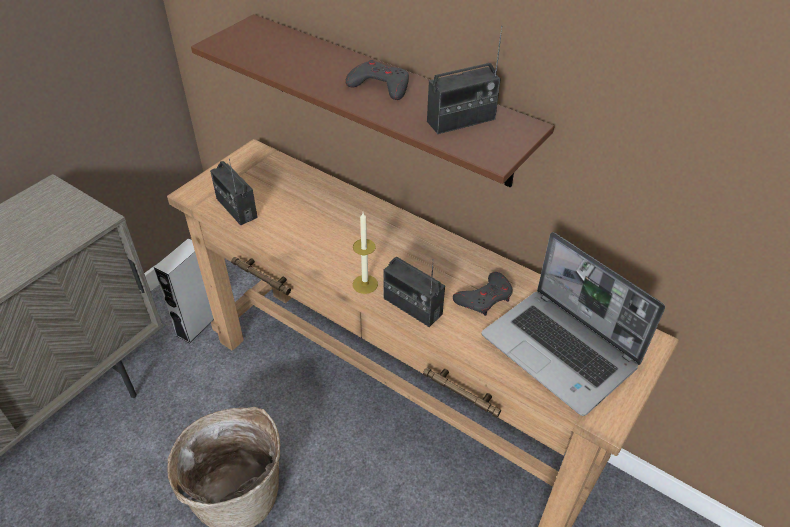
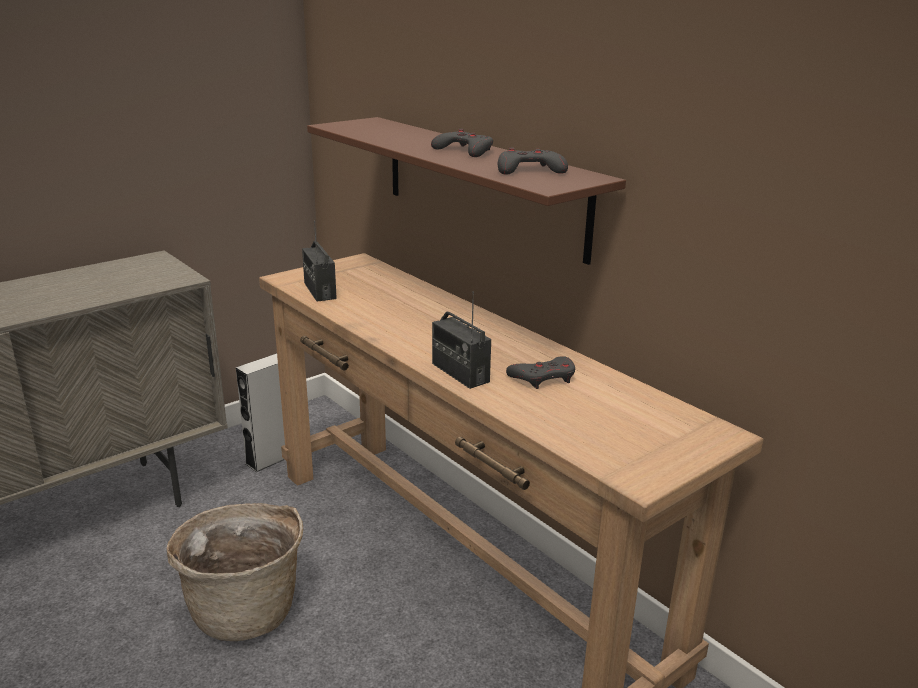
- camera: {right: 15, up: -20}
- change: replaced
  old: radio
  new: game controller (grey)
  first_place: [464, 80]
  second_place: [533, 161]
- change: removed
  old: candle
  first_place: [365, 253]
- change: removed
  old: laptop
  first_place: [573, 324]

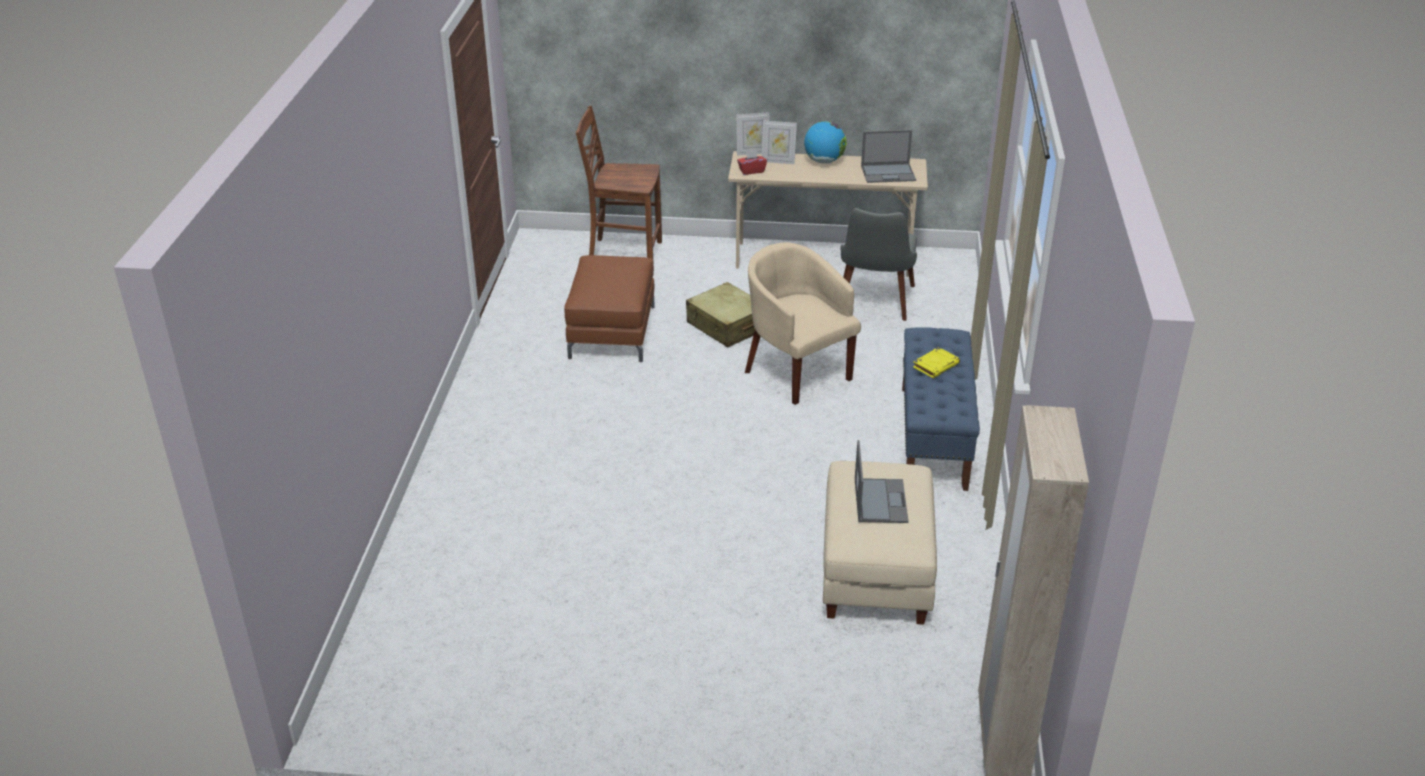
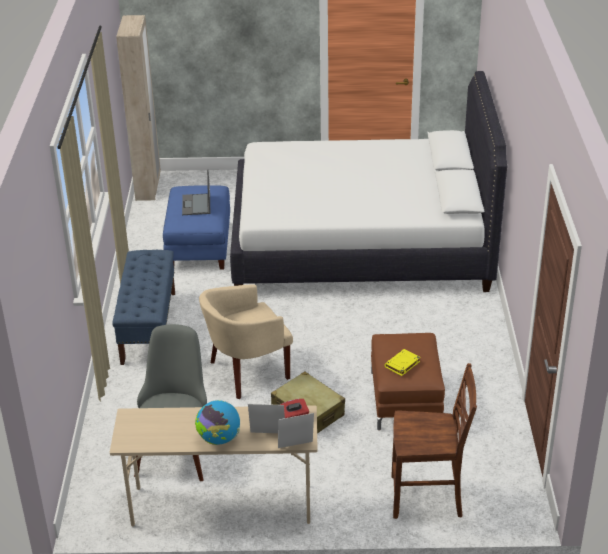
- camera: {right: 175, up: 0}
- change: recoloured
  old: ottoman (beige)
  new: ottoman (blue)
  first_place: [880, 543]
  second_place: [196, 227]
- change: turned
  old: armchair (beige)
  first_place: [803, 323]
  second_place: [246, 342]
  degrees: 105
- change: added
  new: bed (white)
  second_place: [368, 181]
- change: moved
  old: book (yellow)
  first_place: [936, 362]
  second_place: [402, 362]
- change: removed
  old: laptop
  first_place: [888, 156]

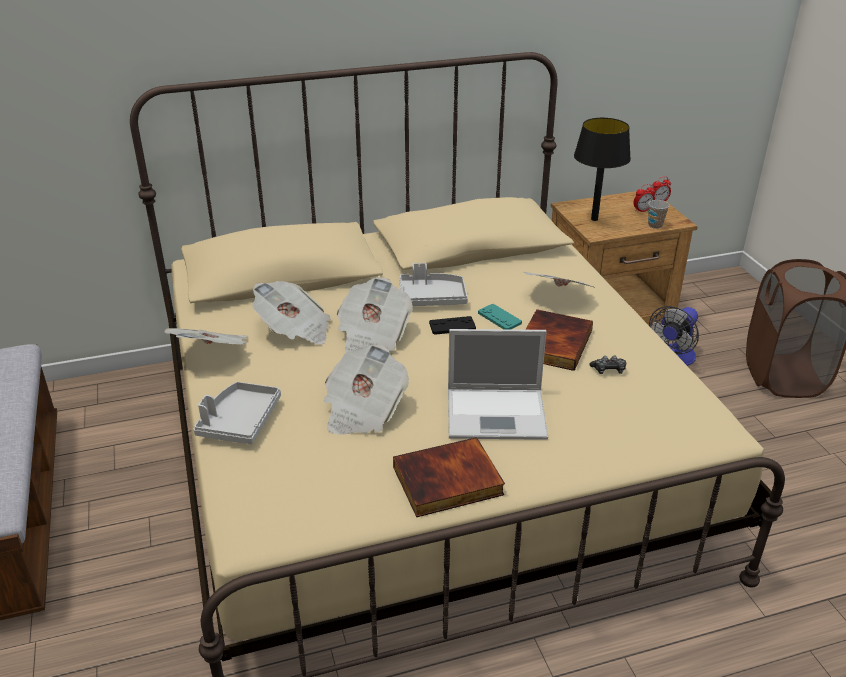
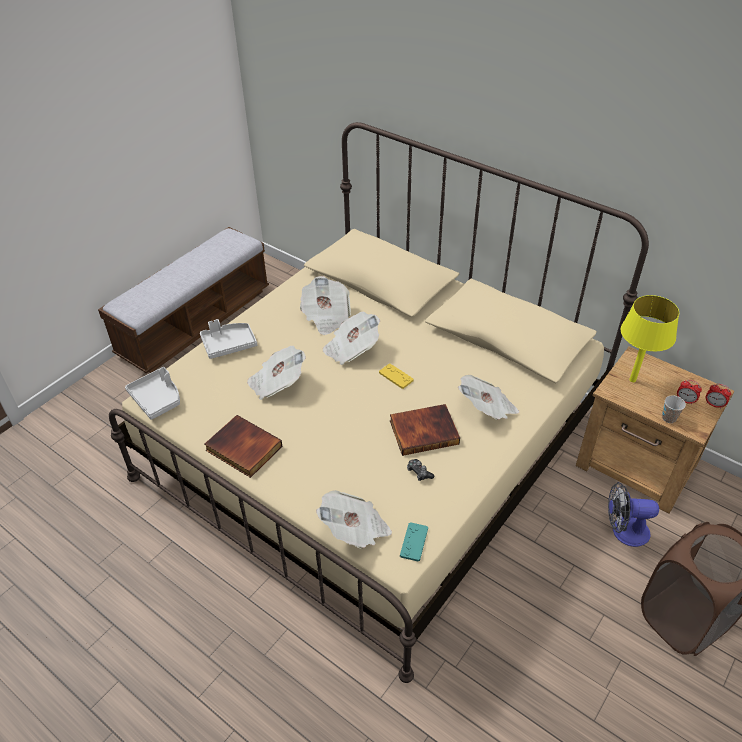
- camera: {right: 55, up: 10}
- change: moved
  old: tray (grey)
  first_place: [433, 284]
  second_place: [152, 393]
- change: moved
  old: newspaper
  first_place: [206, 336]
  second_place: [354, 519]
- change: recoloured
  old: game controller (black)
  new: game controller (yellow)
  first_place: [452, 325]
  second_place: [396, 376]
- change: moved
  old: game controller (turquoise)
  first_place: [500, 316]
  second_place: [414, 542]
- change: recoloured
  old: table lamp (black)
  new: table lamp (yellow)
  first_place: [602, 169]
  second_place: [650, 338]
- change: removed
  old: laptop
  first_place: [498, 384]

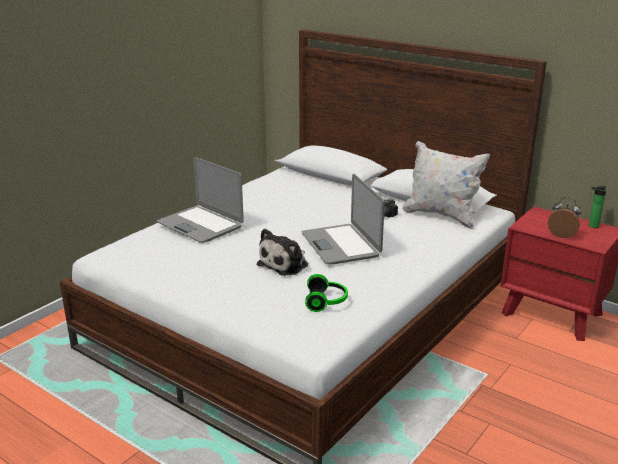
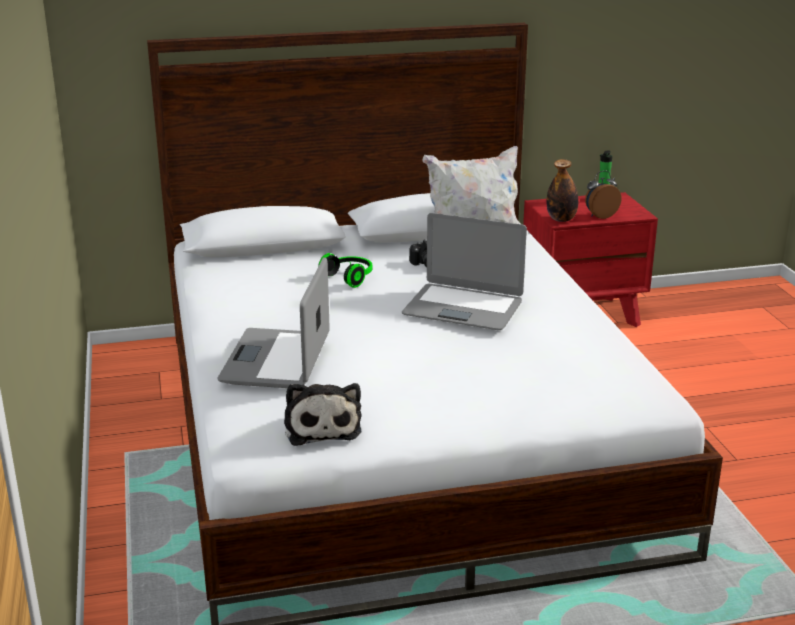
- camera: {right: -50, up: 0}
- change: turned
  old: laptop
  first_place: [200, 200]
  second_place: [274, 322]
  degrees: 105
- change: moved
  old: plush toy
  first_place: [282, 252]
  second_place: [322, 414]
- change: moved
  old: headphones
  first_place: [326, 293]
  second_place: [345, 270]
- change: added
  new: bottle
  second_place: [562, 190]

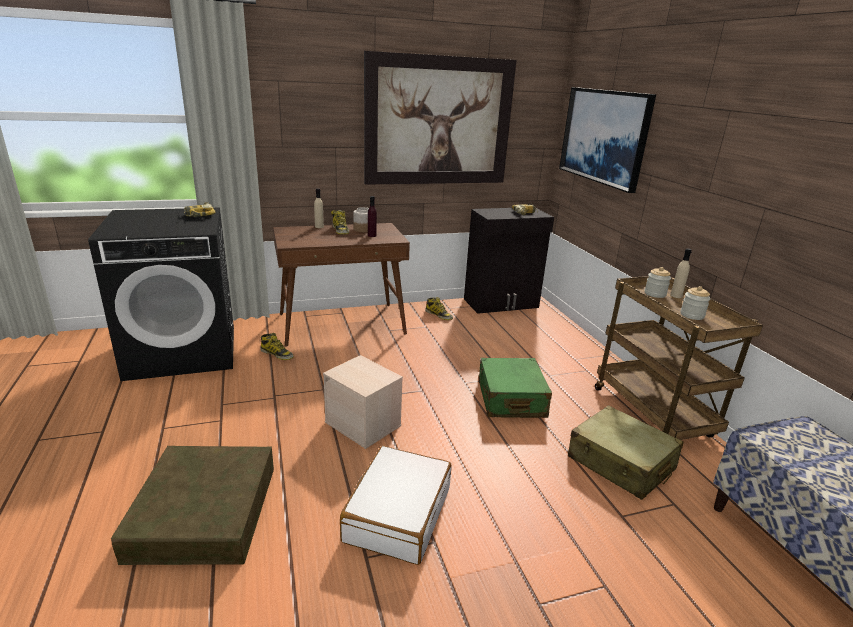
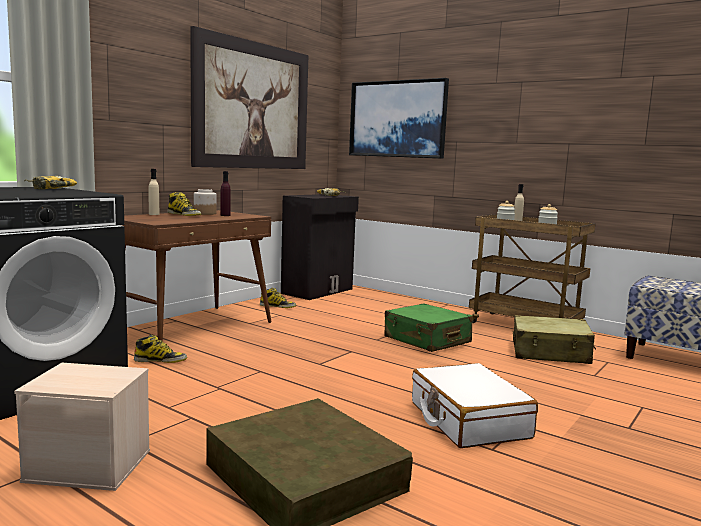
- camera: {right: -35, up: -15}
- change: moved
  old: storage box (beige)
  first_place: [363, 402]
  second_place: [82, 427]

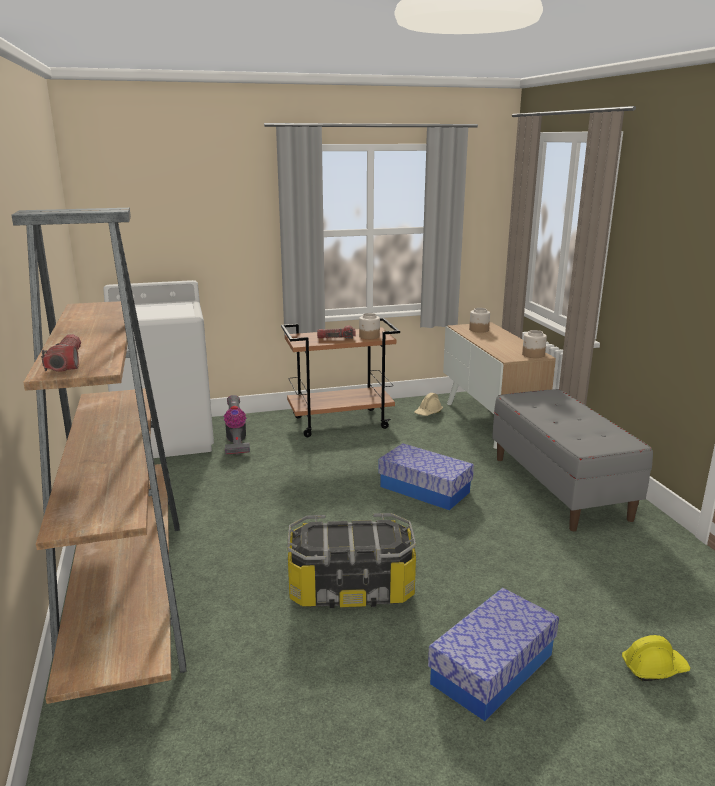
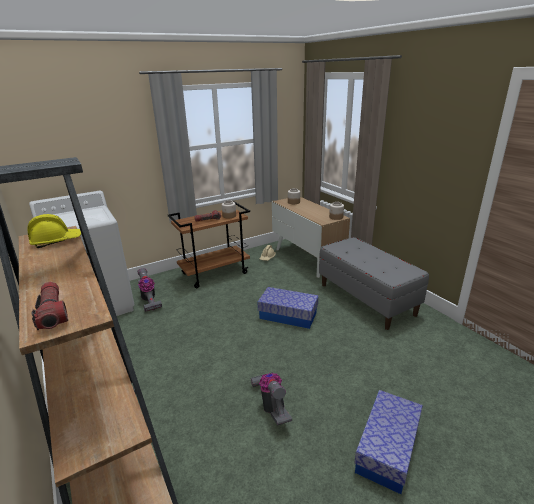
- camera: {right: -15, up: 5}
- change: moved
  old: hard hat (yellow)
  first_place: [656, 658]
  second_place: [54, 231]
- change: replaced
  old: storage box
  new: vacuum cleaner
  first_place: [351, 560]
  second_place: [271, 398]

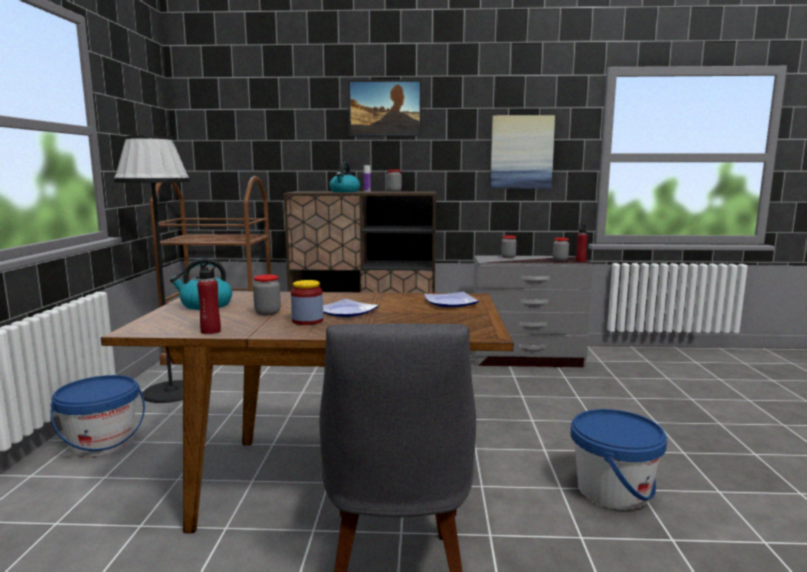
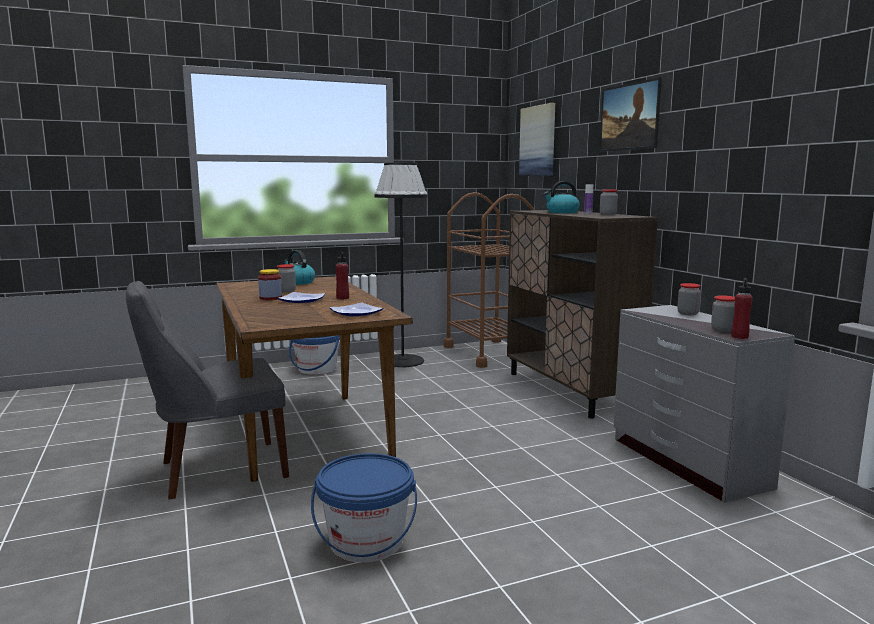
- camera: {right: 65, up: 0}
- change: moved
  old: bottle (red)
  first_place: [209, 297]
  second_place: [342, 275]
- change: moved
  old: picture
  first_place: [522, 152]
  second_place: [537, 139]

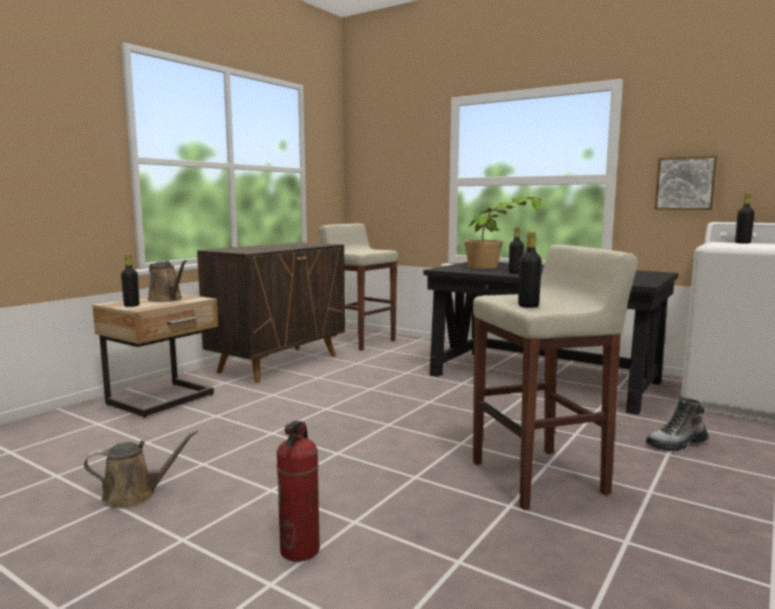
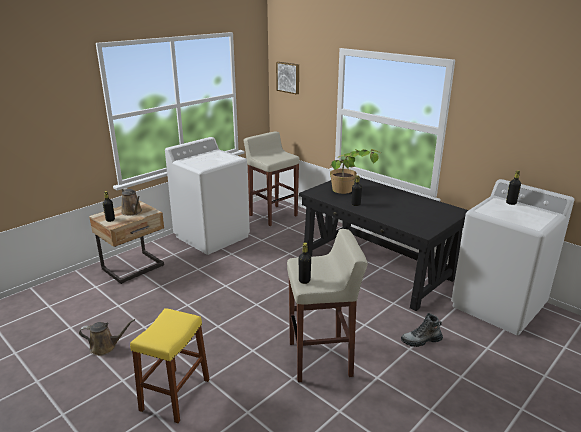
- camera: {right: 10, up: 15}
- change: replaced
  old: fire extinguisher
  new: stool (yellow)
  first_place: [298, 491]
  second_place: [170, 365]
- change: replaced
  old: cabinet (brown)
  new: washing machine (white)
  first_place: [271, 312]
  second_place: [207, 196]
- change: moved
  old: picture
  first_place: [686, 183]
  second_place: [287, 78]

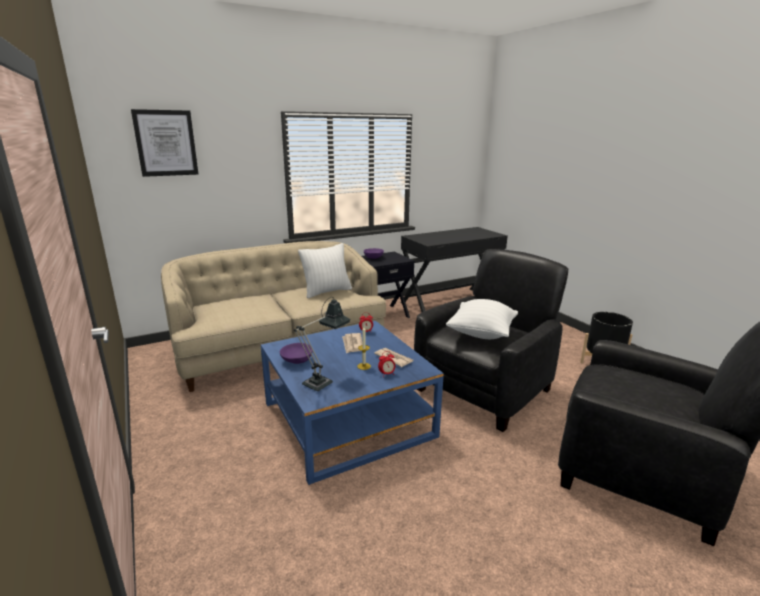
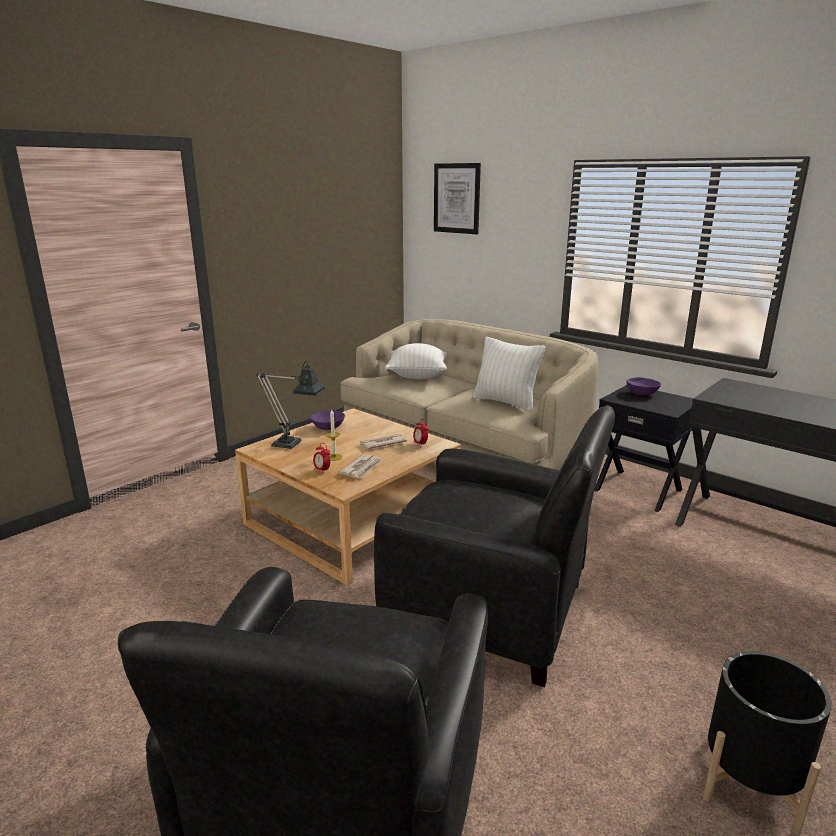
- camera: {right: 70, up: 0}
- change: recoloured
  old: coffee table (blue)
  new: coffee table (beige)
  first_place: [352, 403]
  second_place: [348, 497]
- change: moved
  old: pillow (white)
  first_place: [482, 319]
  second_place: [416, 361]

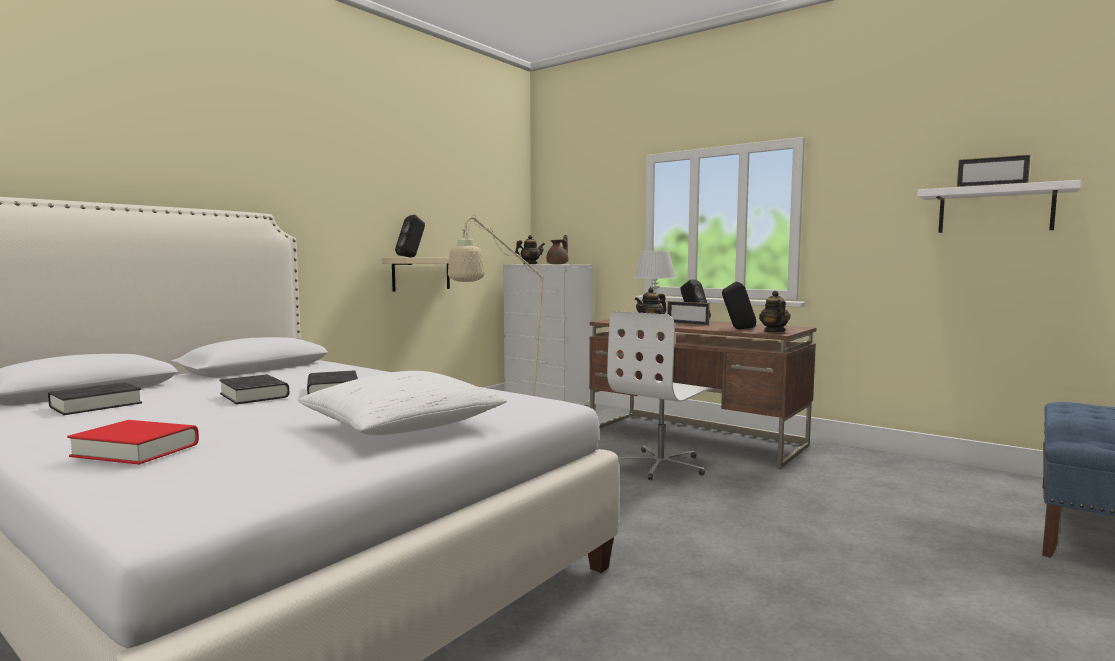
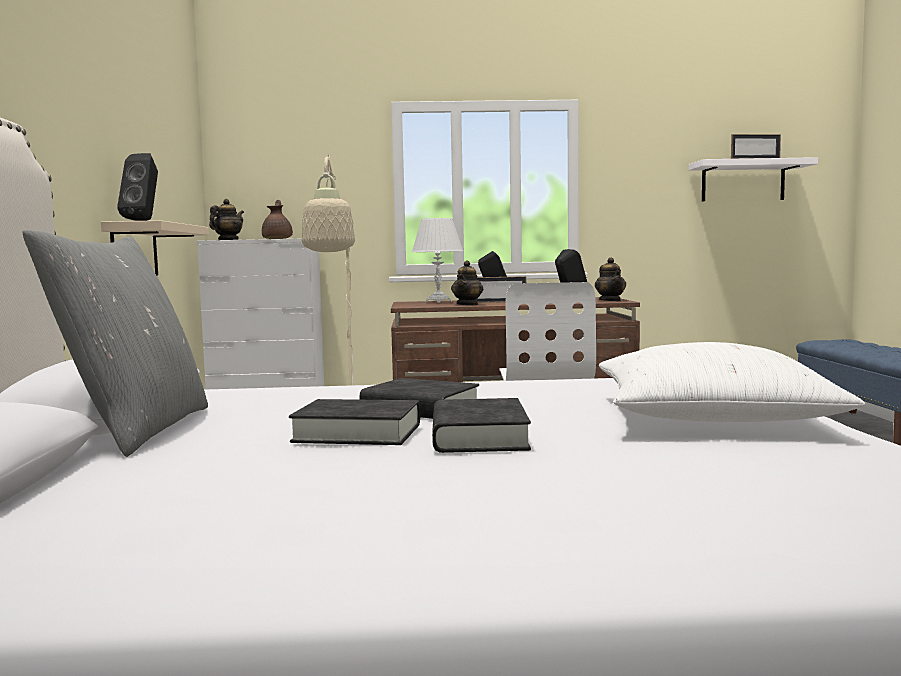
- camera: {right: -40, up: 0}
- change: added
  new: pillow (grey)
  second_place: [115, 343]
- change: moved
  old: book (black)
  first_place: [95, 398]
  second_place: [481, 425]
- change: turned
  old: teapot
  first_place: [774, 311]
  second_place: [610, 279]
  degrees: -150
- change: removed
  old: book (red)
  first_place: [133, 442]

